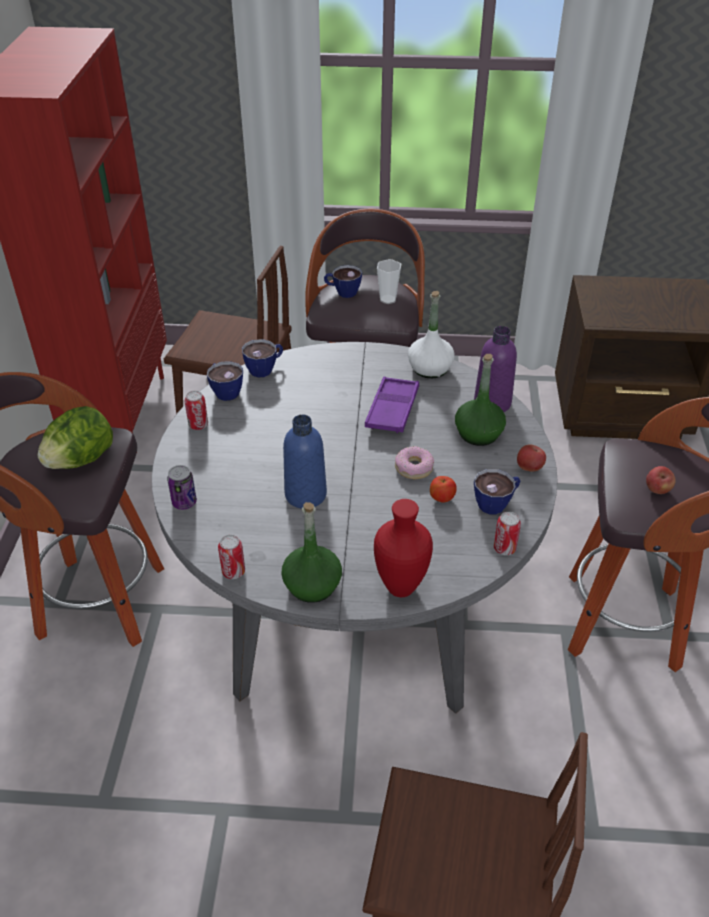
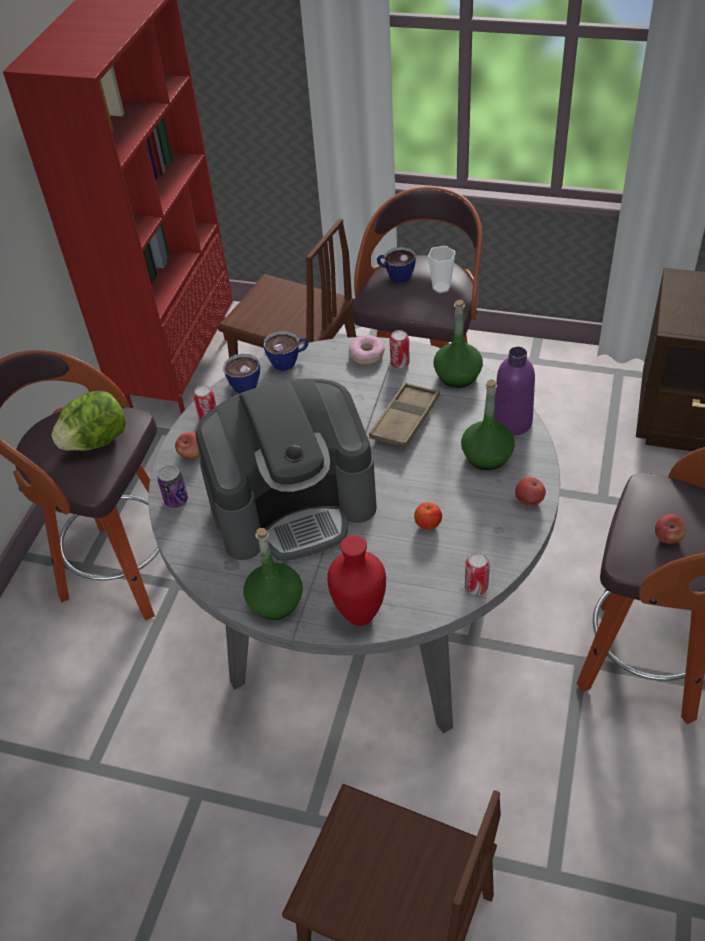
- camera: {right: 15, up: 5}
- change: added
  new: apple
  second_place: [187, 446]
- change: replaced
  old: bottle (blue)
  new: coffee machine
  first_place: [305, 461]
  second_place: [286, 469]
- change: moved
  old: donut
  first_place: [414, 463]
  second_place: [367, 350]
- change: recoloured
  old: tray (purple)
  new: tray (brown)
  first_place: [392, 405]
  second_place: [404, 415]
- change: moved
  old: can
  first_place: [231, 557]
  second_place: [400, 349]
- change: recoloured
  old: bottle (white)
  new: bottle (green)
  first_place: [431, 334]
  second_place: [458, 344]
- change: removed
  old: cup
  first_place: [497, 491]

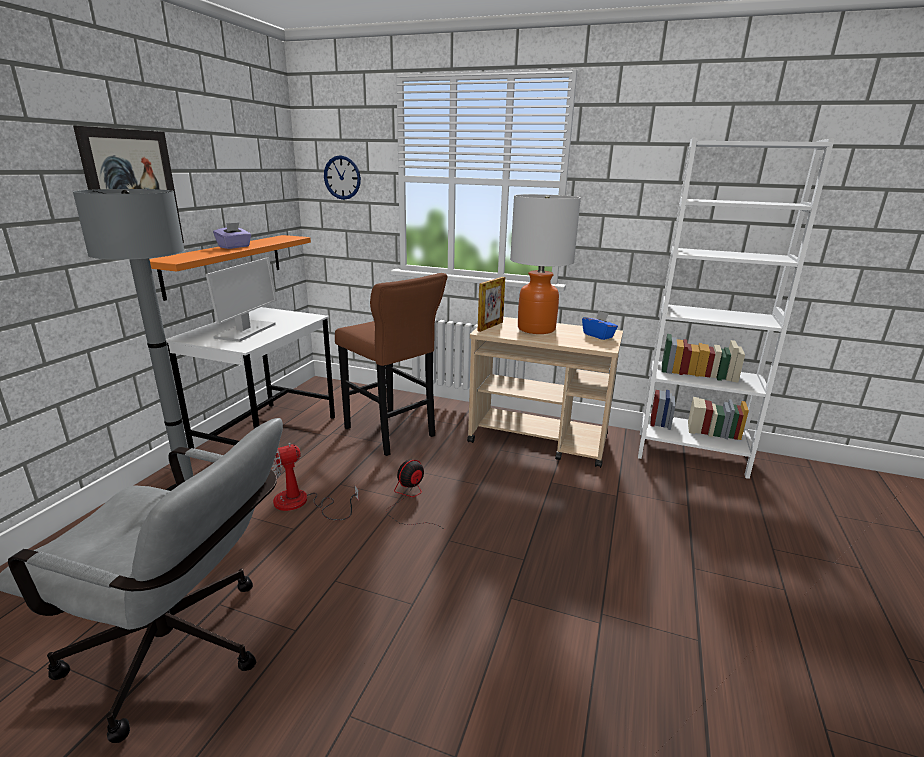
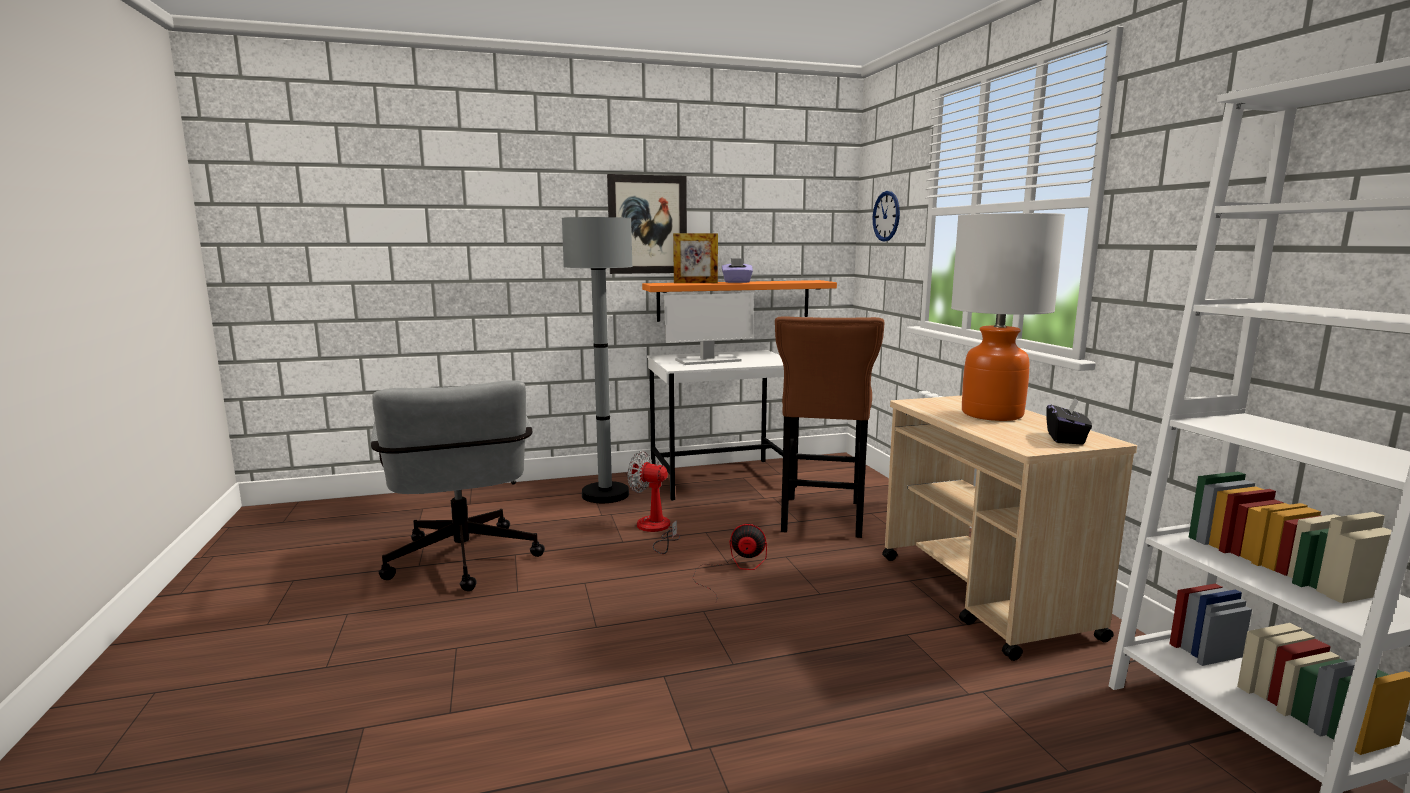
- camera: {right: 55, up: -10}
- change: moved
  old: picture frame
  first_place: [491, 304]
  second_place: [695, 258]
- change: recoloured
  old: tissue box (blue)
  new: tissue box (black)
  first_place: [600, 325]
  second_place: [1069, 421]

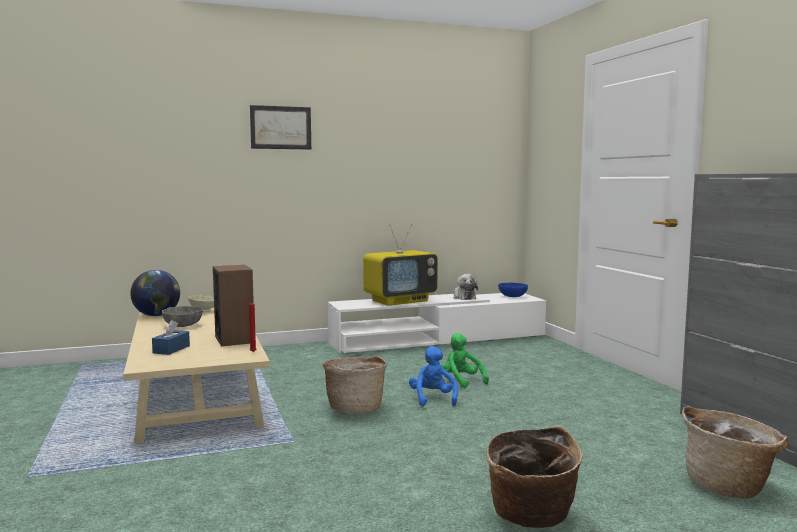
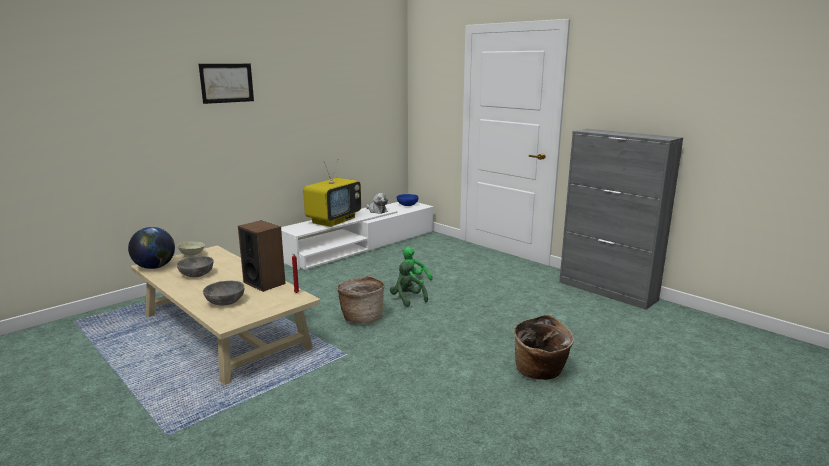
- camera: {right: -25, up: 10}
- change: replaced
  old: tissue box (blue)
  new: bowl (grey)
  first_place: [171, 337]
  second_place: [224, 293]
- change: recoloured
  old: plush toy (blue)
  new: plush toy (green)
  first_place: [433, 376]
  second_place: [409, 284]
- change: removed
  old: basket
  first_place: [735, 452]

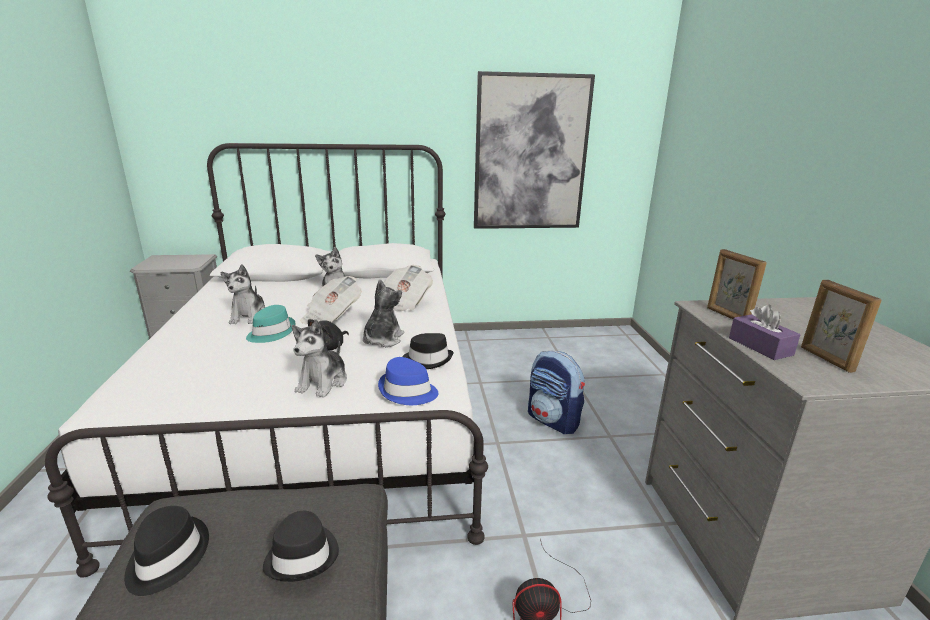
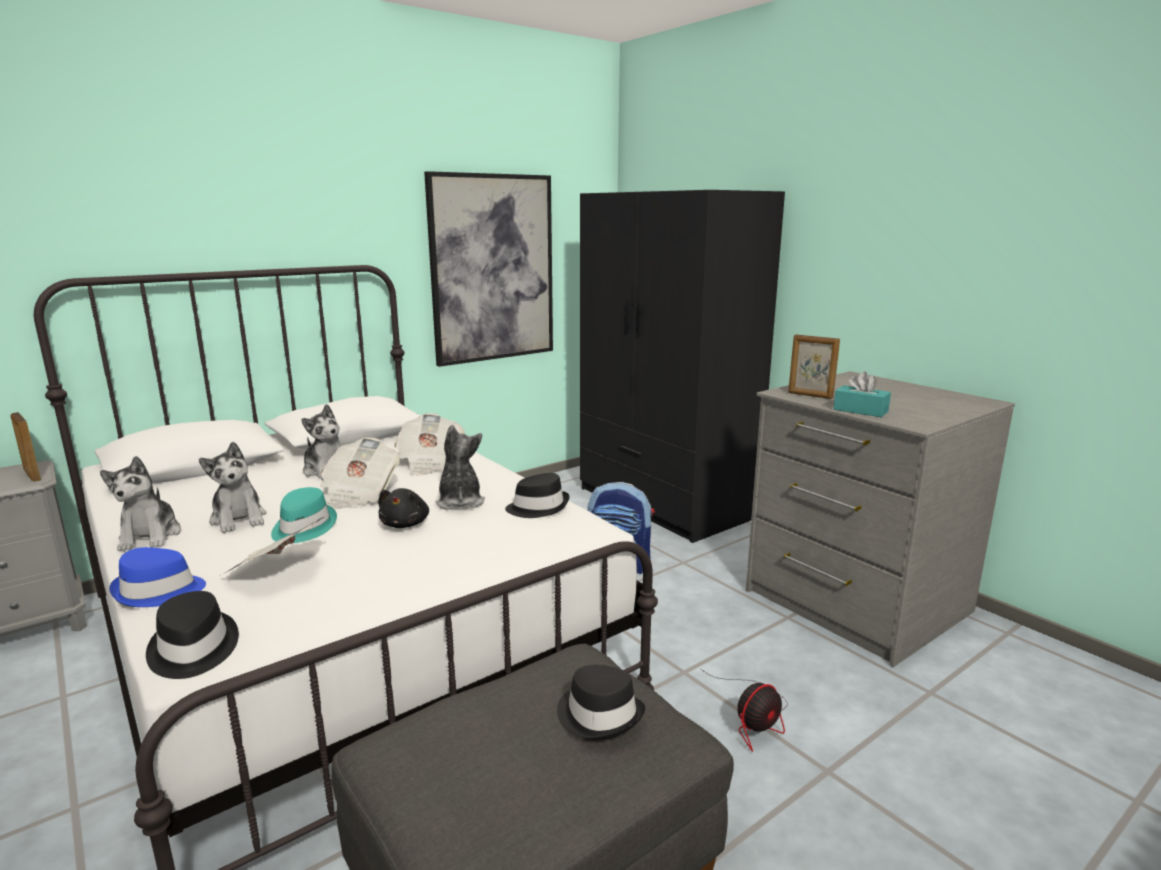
- camera: {right: -30, up: -5}
- change: moved
  old: picture frame
  first_place: [841, 326]
  second_place: [25, 447]
- change: moved
  old: plush toy
  first_place: [319, 358]
  second_place: [140, 503]
- change: moved
  old: hat (blue)
  first_place: [408, 381]
  second_place: [157, 577]
- change: moved
  old: hat (black)
  first_place: [166, 551]
  second_place: [192, 635]
- change: added
  new: newspaper
  second_place: [271, 546]
- change: added
  new: wardrobe (black)
  second_place: [682, 366]
- change: recoloured
  old: tissue box (purple)
  new: tissue box (turquoise)
  first_place: [764, 332]
  second_place: [862, 394]

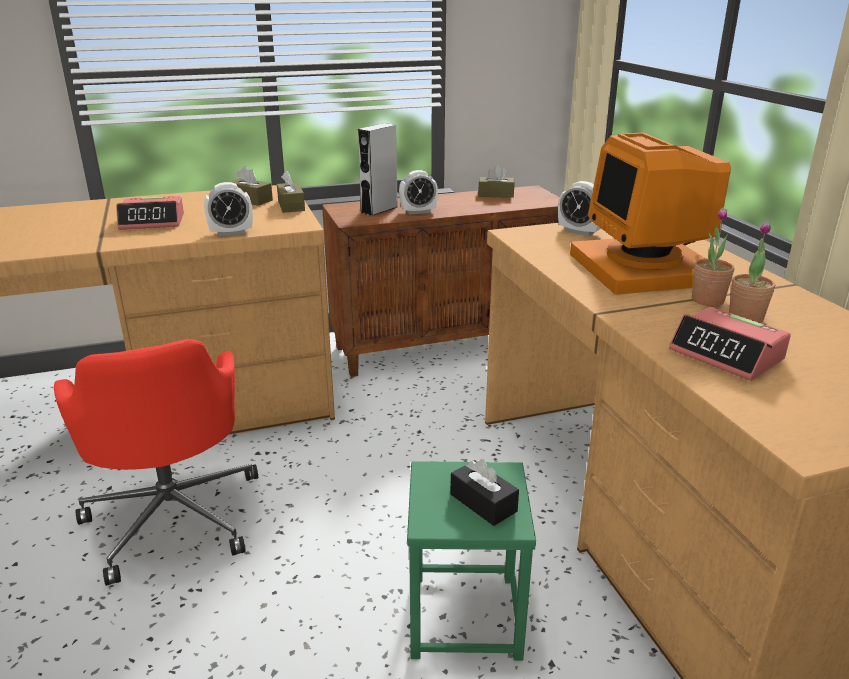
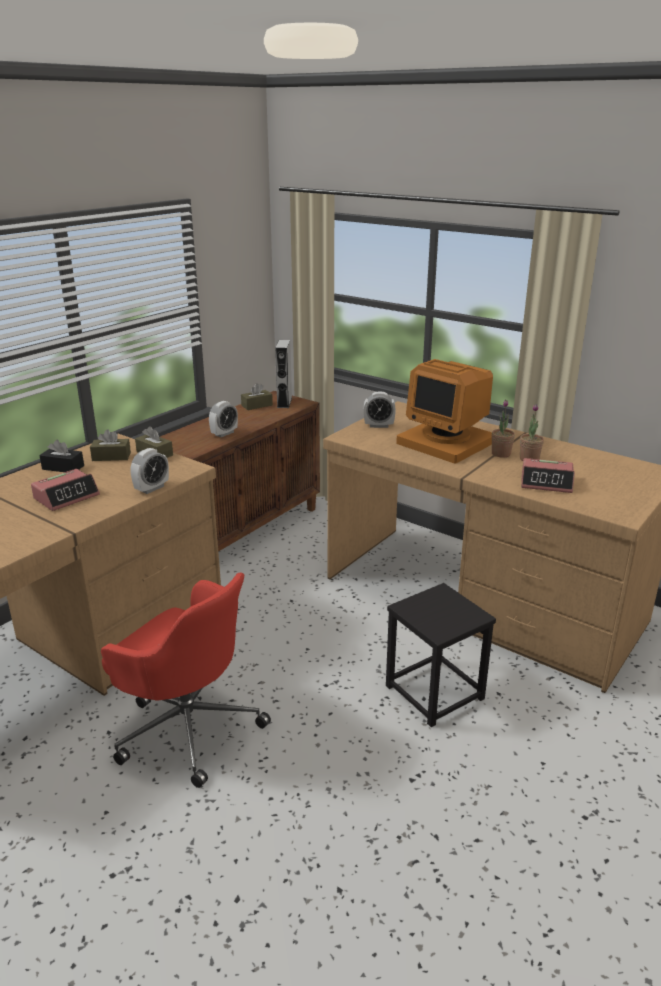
- camera: {right: -35, up: 0}
- change: moved
  old: tissue box (black)
  first_place: [484, 492]
  second_place: [61, 455]
- change: moved
  old: speaker (grey)
  first_place: [378, 169]
  second_place: [283, 374]
- change: recoloured
  old: stool (green)
  new: stool (black)
  first_place: [471, 561]
  second_place: [441, 655]

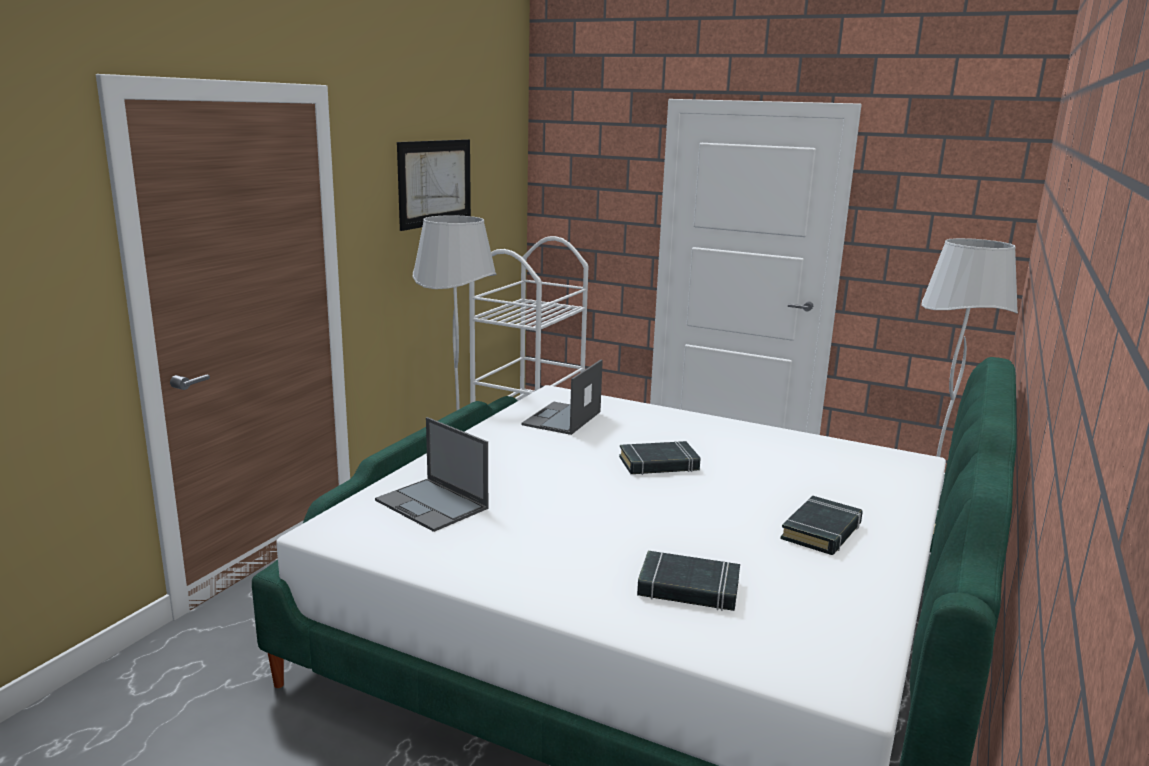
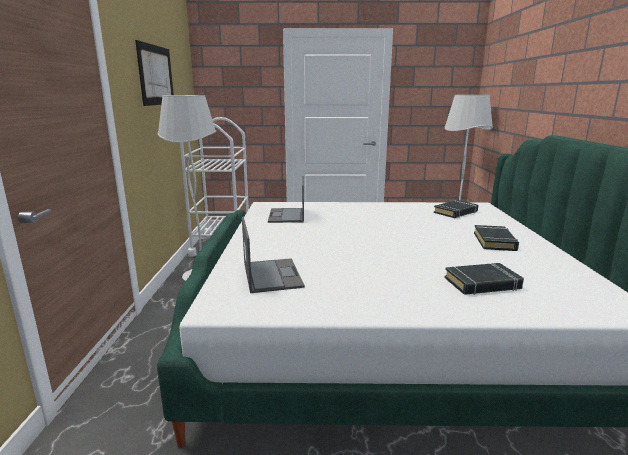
- camera: {right: -25, up: 0}
- change: turned
  old: laptop
  first_place: [432, 474]
  second_place: [273, 255]
  degrees: -120
- change: moved
  old: book (black)
  first_place: [660, 458]
  second_place: [456, 209]

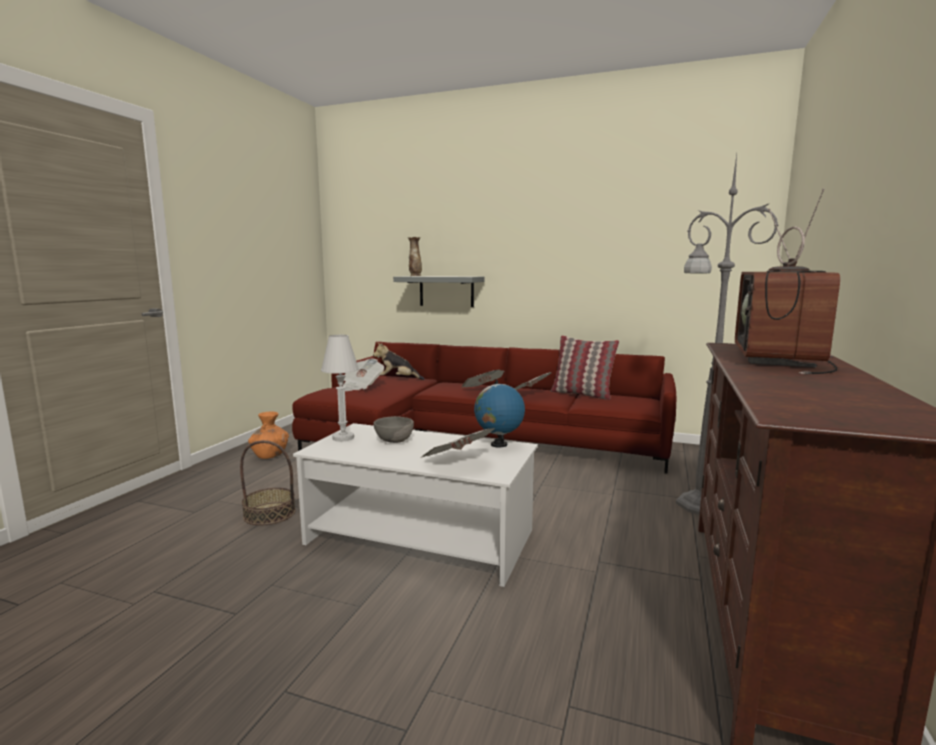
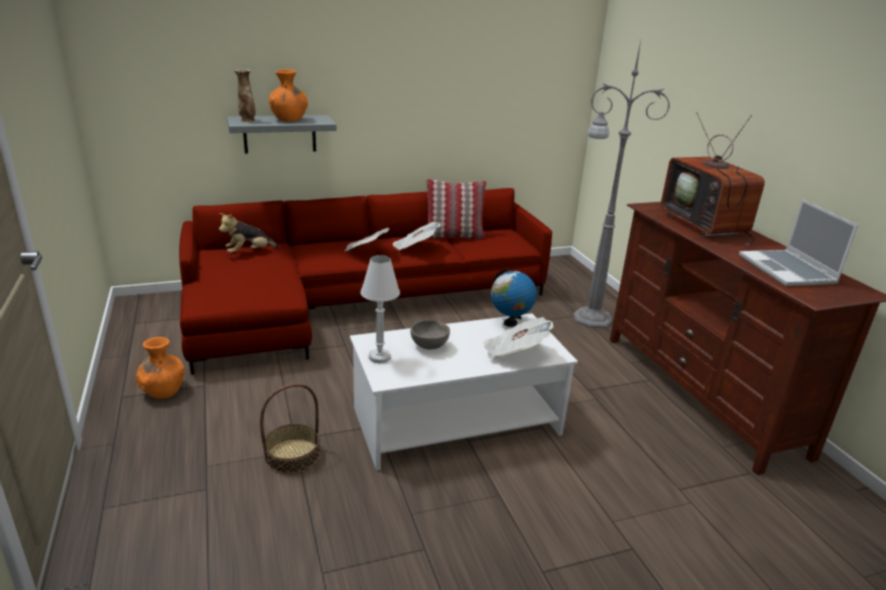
- camera: {right: -40, up: 15}
- change: added
  new: vase (orange)
  second_place: [288, 95]
- change: added
  new: laptop
  second_place: [798, 242]
- change: removed
  old: newspaper
  first_place: [363, 375]

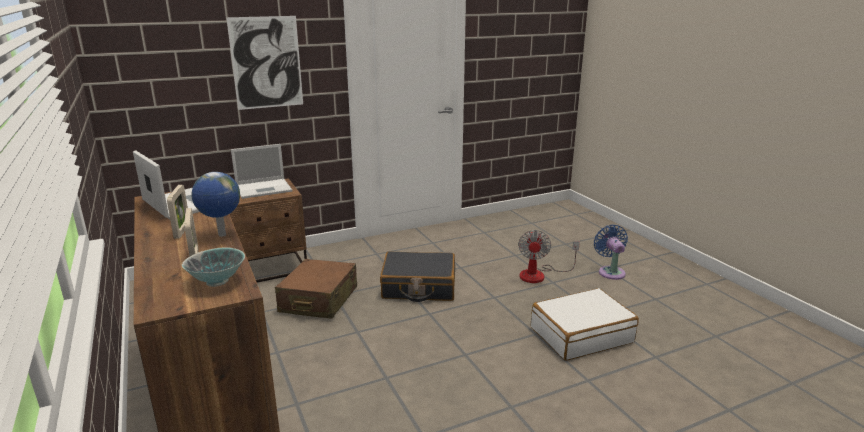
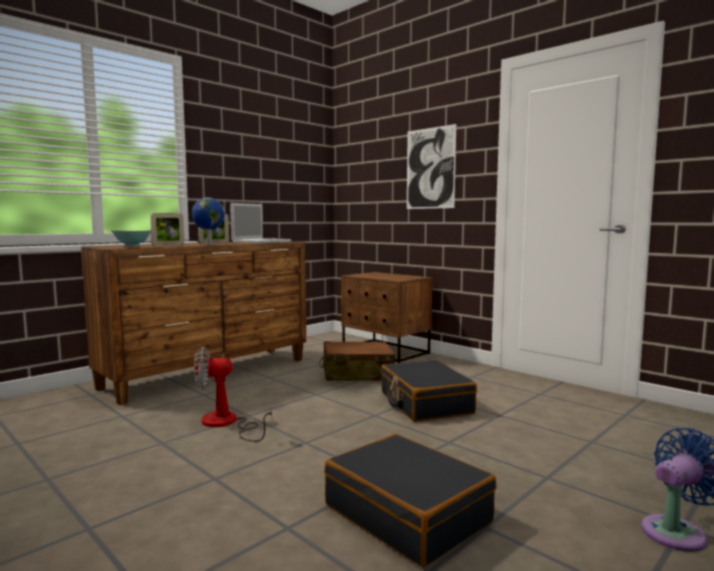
- camera: {right: 70, up: -15}
- change: moved
  old: fan
  first_place: [549, 256]
  second_place: [233, 394]
- change: recoloured
  old: suitcase (white)
  new: suitcase (black)
  first_place: [585, 324]
  second_place: [410, 500]
- change: removed
  old: laptop
  first_place: [261, 171]

